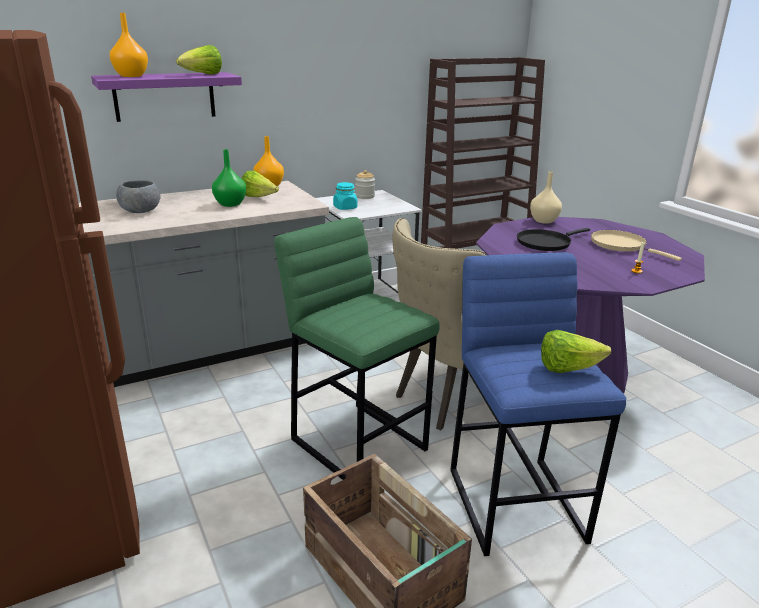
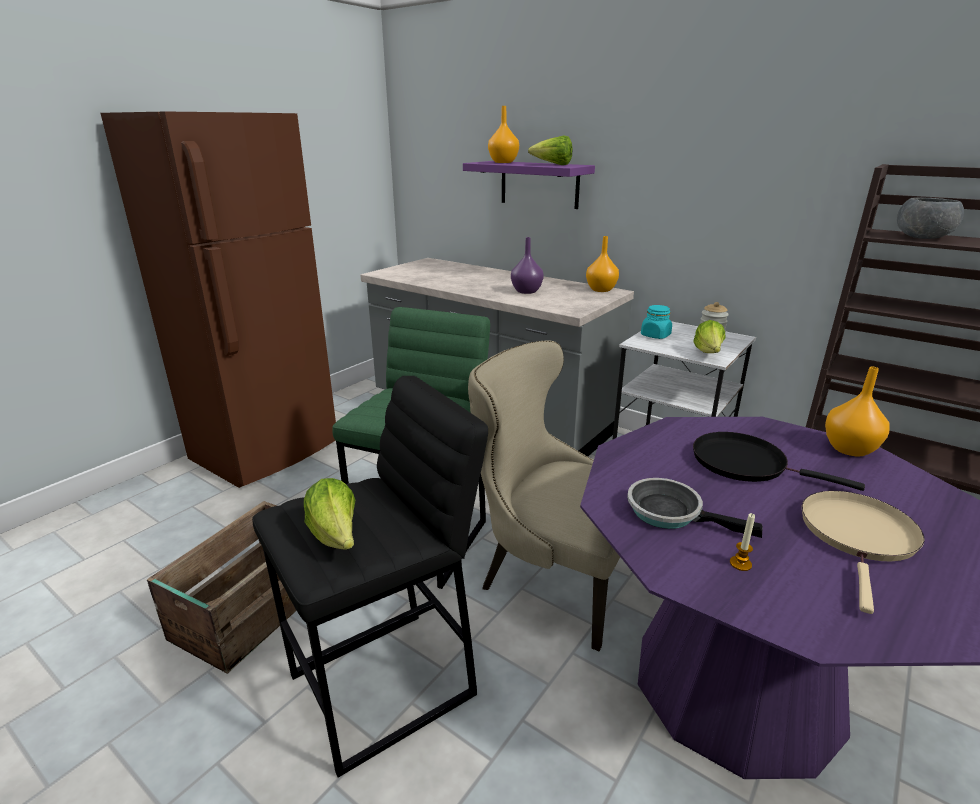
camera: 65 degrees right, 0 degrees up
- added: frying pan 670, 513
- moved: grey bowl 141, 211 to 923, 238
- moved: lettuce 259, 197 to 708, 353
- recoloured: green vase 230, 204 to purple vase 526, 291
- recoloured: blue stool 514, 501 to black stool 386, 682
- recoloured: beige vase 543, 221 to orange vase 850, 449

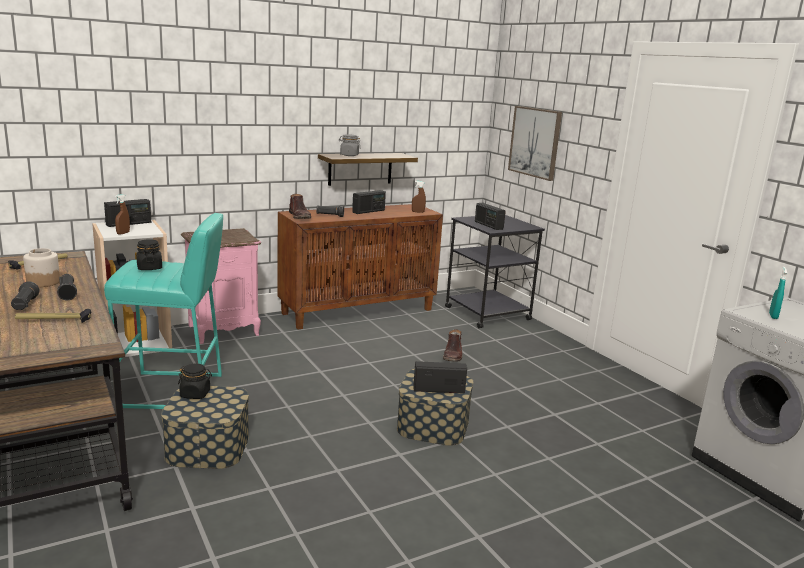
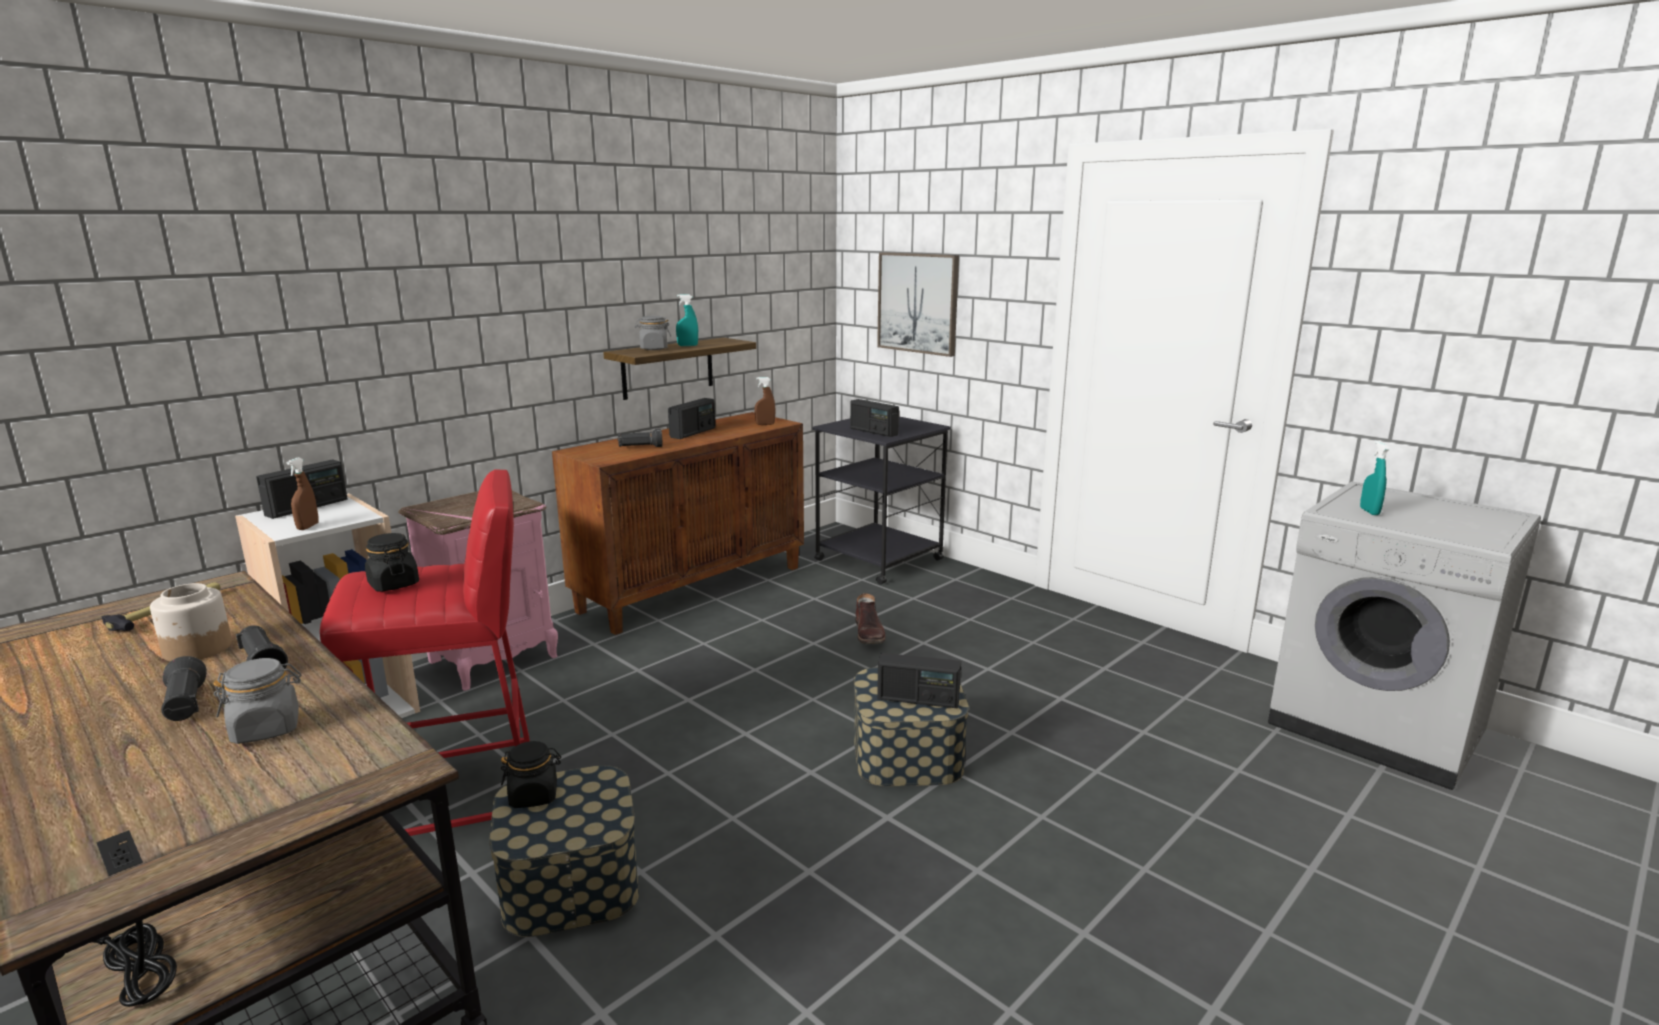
camera: 15 degrees left, 0 degrees up
- removed: brown boot 300, 216
- added: turquoise spray bottle 687, 346
- replaced: hammer 53, 320 to grey jar 267, 729
- recoloured: turquoise stool 174, 391 to red stool 459, 787
- turned: radio 438, 389 = 918, 700 150 degrees counterclockwise

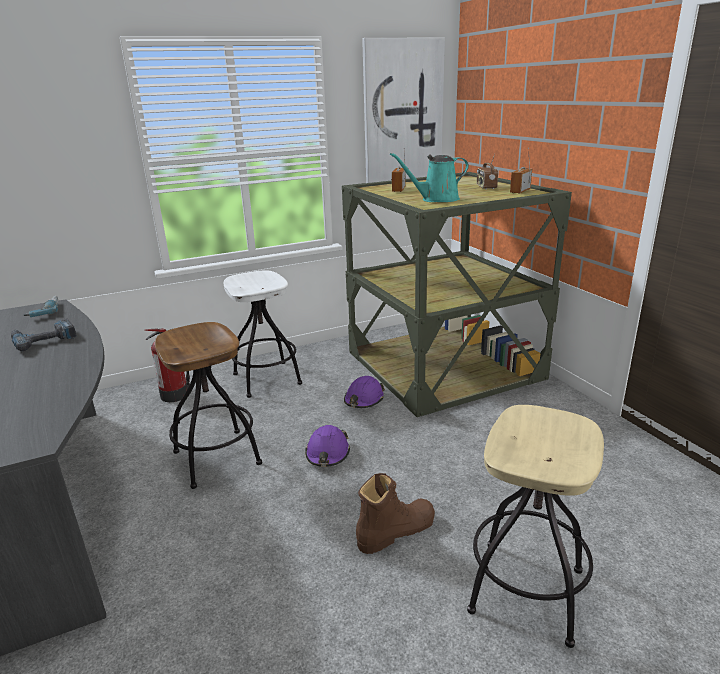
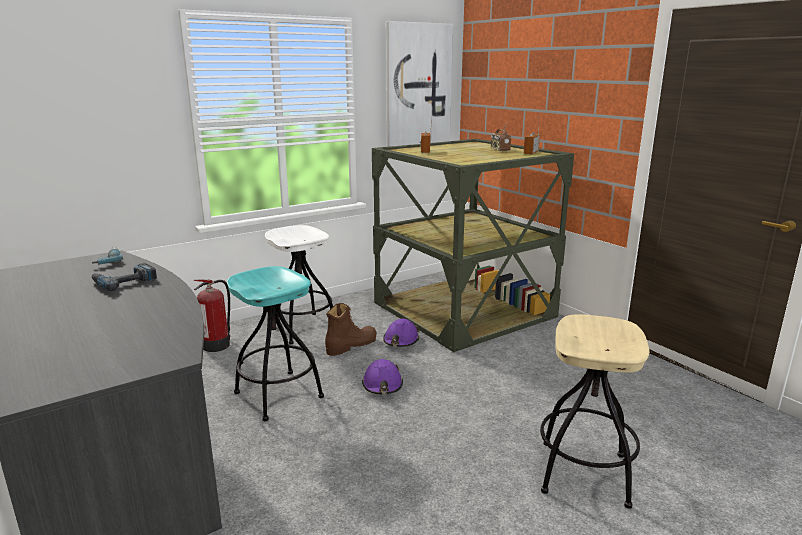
camera: 10 degrees left, 5 degrees down
- removed: turquoise watering can 436, 199
- moved: brown boot 395, 531 to 351, 345
- recoloured: brown stool 217, 457 to turquoise stool 279, 395

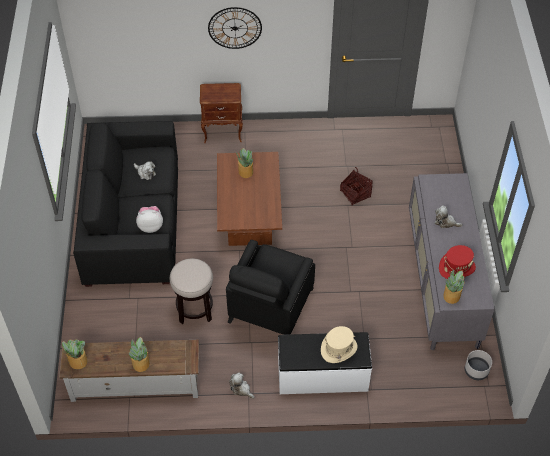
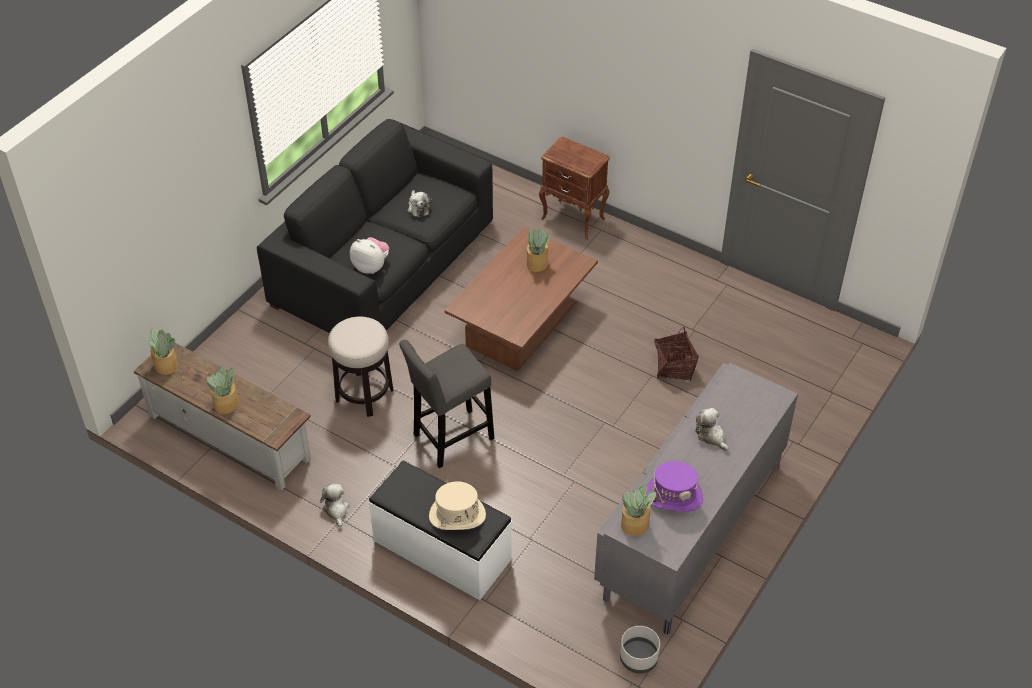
camera: 35 degrees right, 5 degrees down
- removed: wall clock 235, 28
- replaced: black armchair 269, 307 to grey stool 450, 439
- recoloured: red hat 456, 267 to purple hat 673, 496

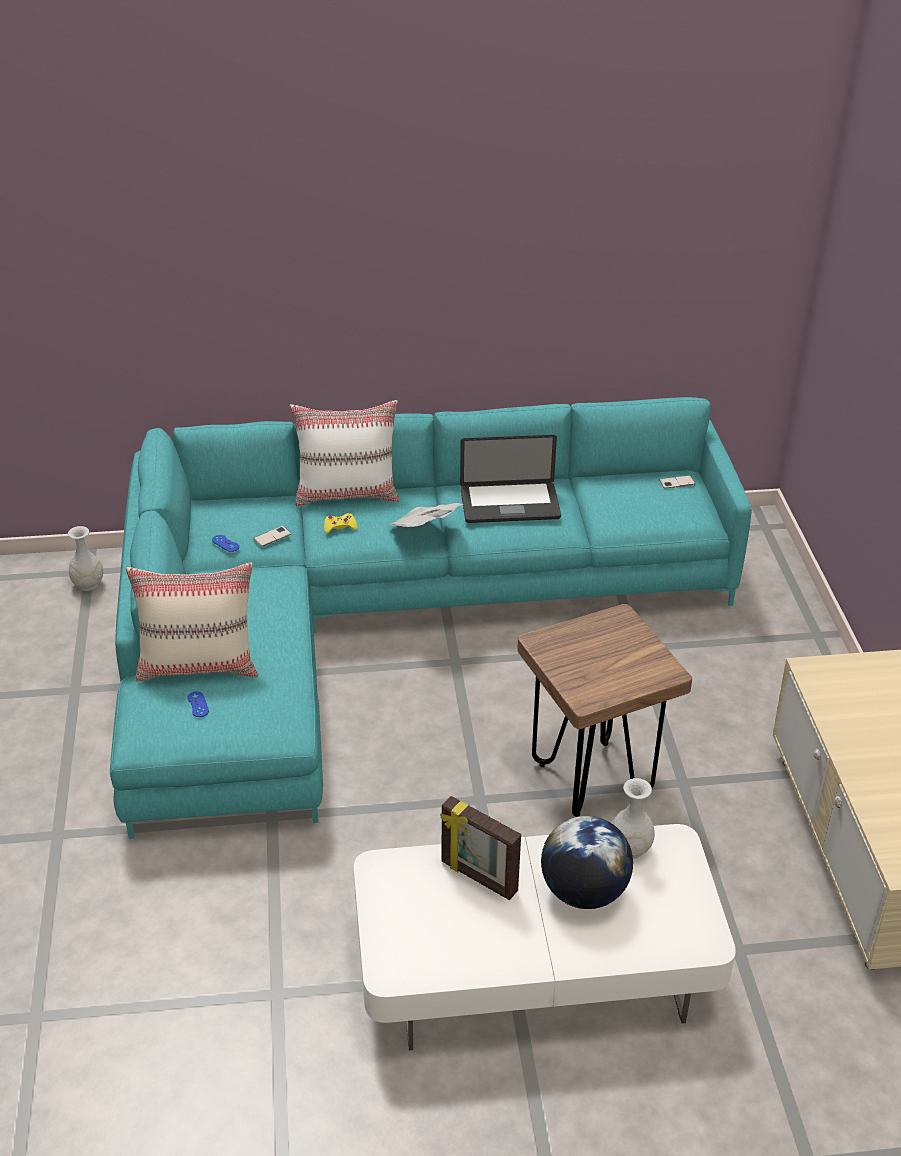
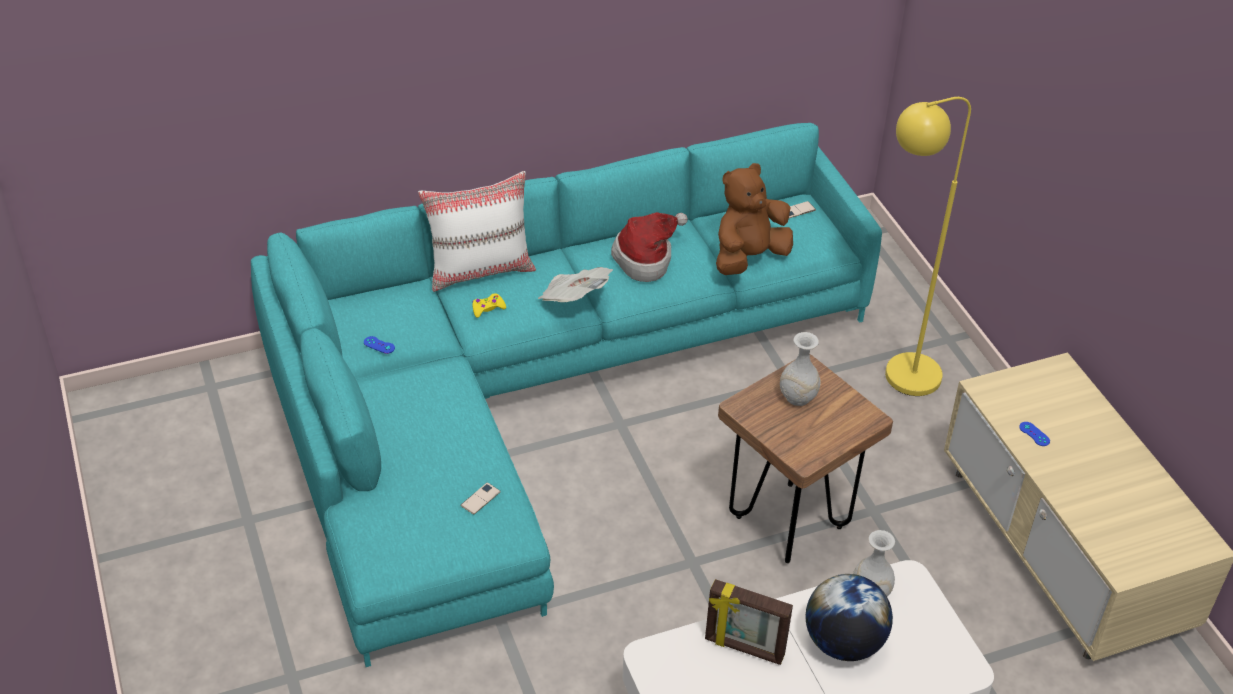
camera: 15 degrees left, 5 degrees up
- removed: beige pillow 199, 665
- added: brown plush toy 748, 258
- added: yellow floor lamp 898, 382
- moved: white vase 88, 584 to 797, 397
- moved: blue game controller 198, 704 to 1034, 434
- moved: phone 272, 536 to 480, 499
- replaced: laptop 510, 504 to hat 646, 258

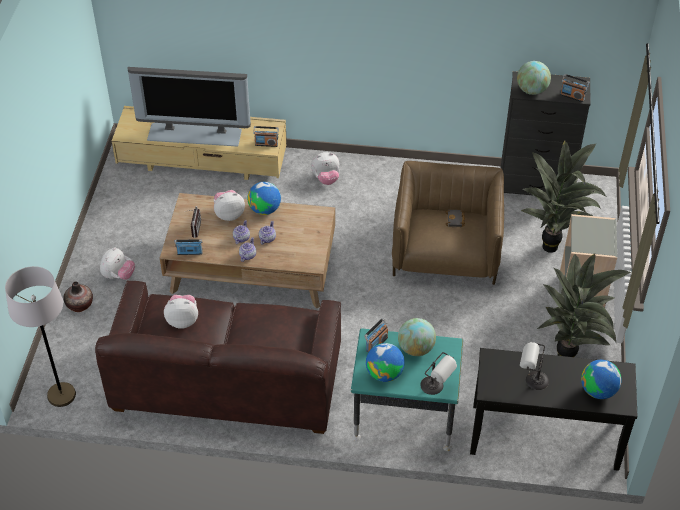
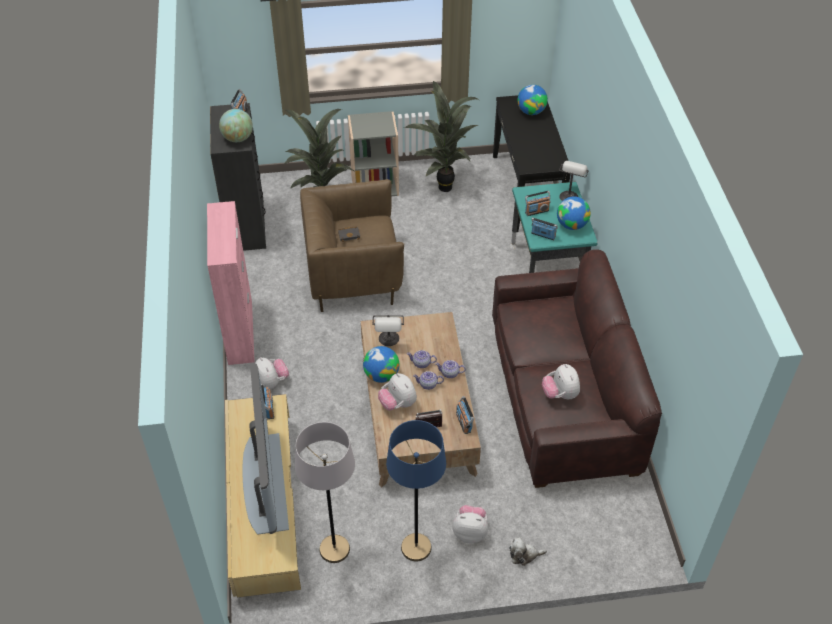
camera: 105 degrees left, 0 degrees up
- added: pink cabinet 240, 331
- added: blue floor lamp 416, 548
- moved: grey floor lamp 61, 395 to 334, 549
- moved: table lamp 532, 380 to 389, 341
- replaced: vase 80, 305 to plush toy 524, 555
- replaced: globe 416, 348 to radio 536, 211

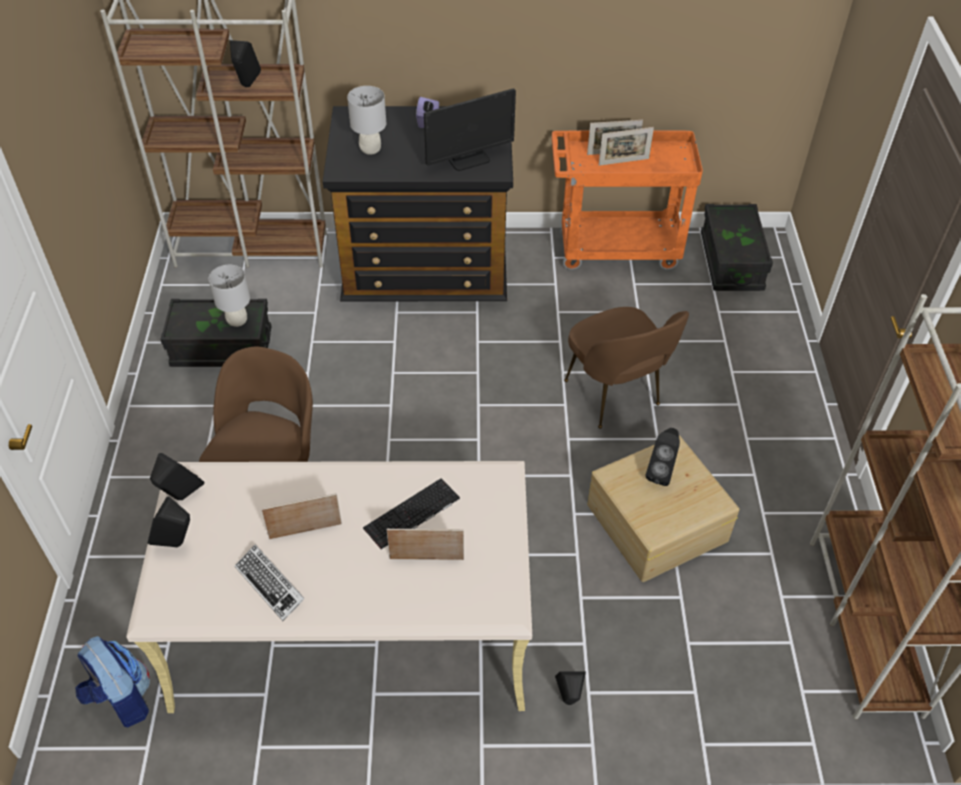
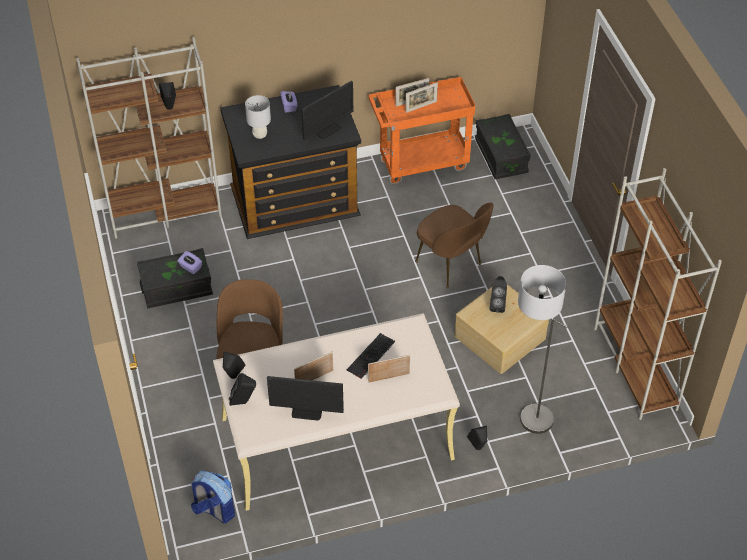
camera: 15 degrees left, 0 degrees up
- added: grey floor lamp 528, 414
- replaced: grey table lamp 238, 321 to purple tissue box 190, 267
- replaced: keyboard 270, 585 to monitor 307, 411

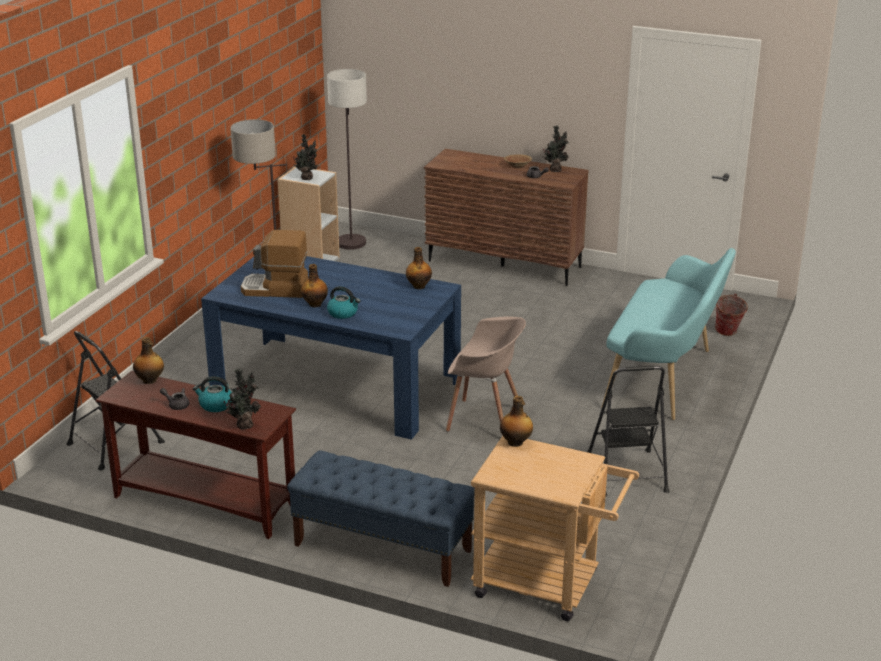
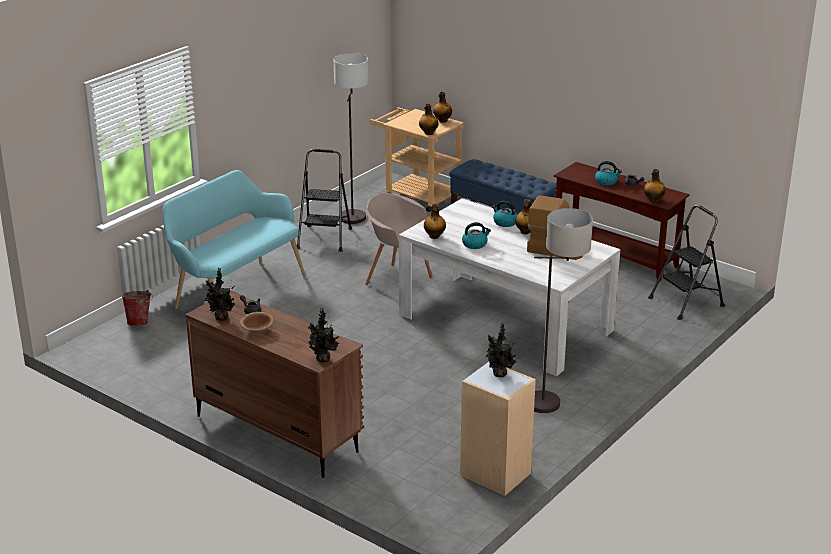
camera: 165 degrees left, 0 degrees up
- added: bottle 442, 120
- added: kettle 475, 244
- moved: potted plant 244, 424 to 323, 360
- moved: white floor lamp 352, 247 to 353, 214
- recoloured: blue dining table 337, 385 to white dining table 505, 322

